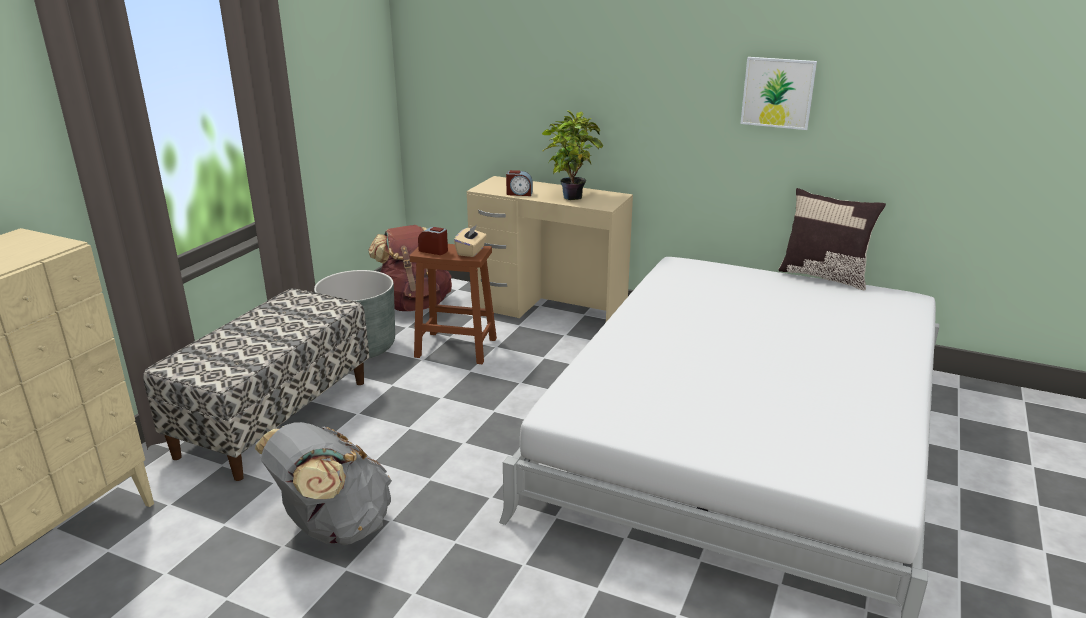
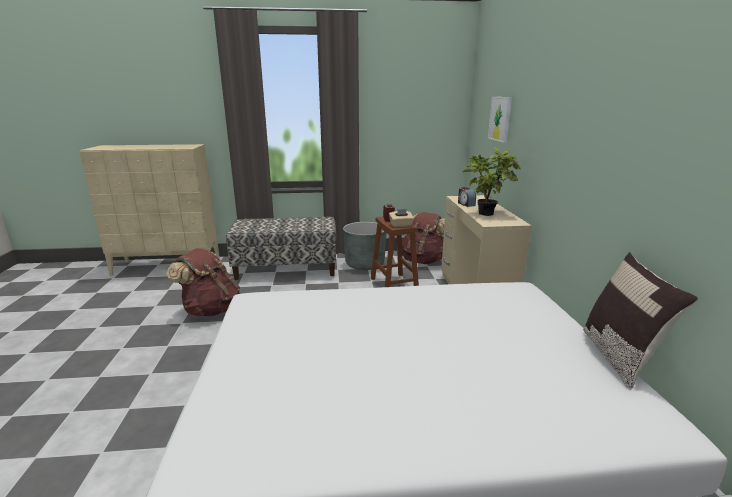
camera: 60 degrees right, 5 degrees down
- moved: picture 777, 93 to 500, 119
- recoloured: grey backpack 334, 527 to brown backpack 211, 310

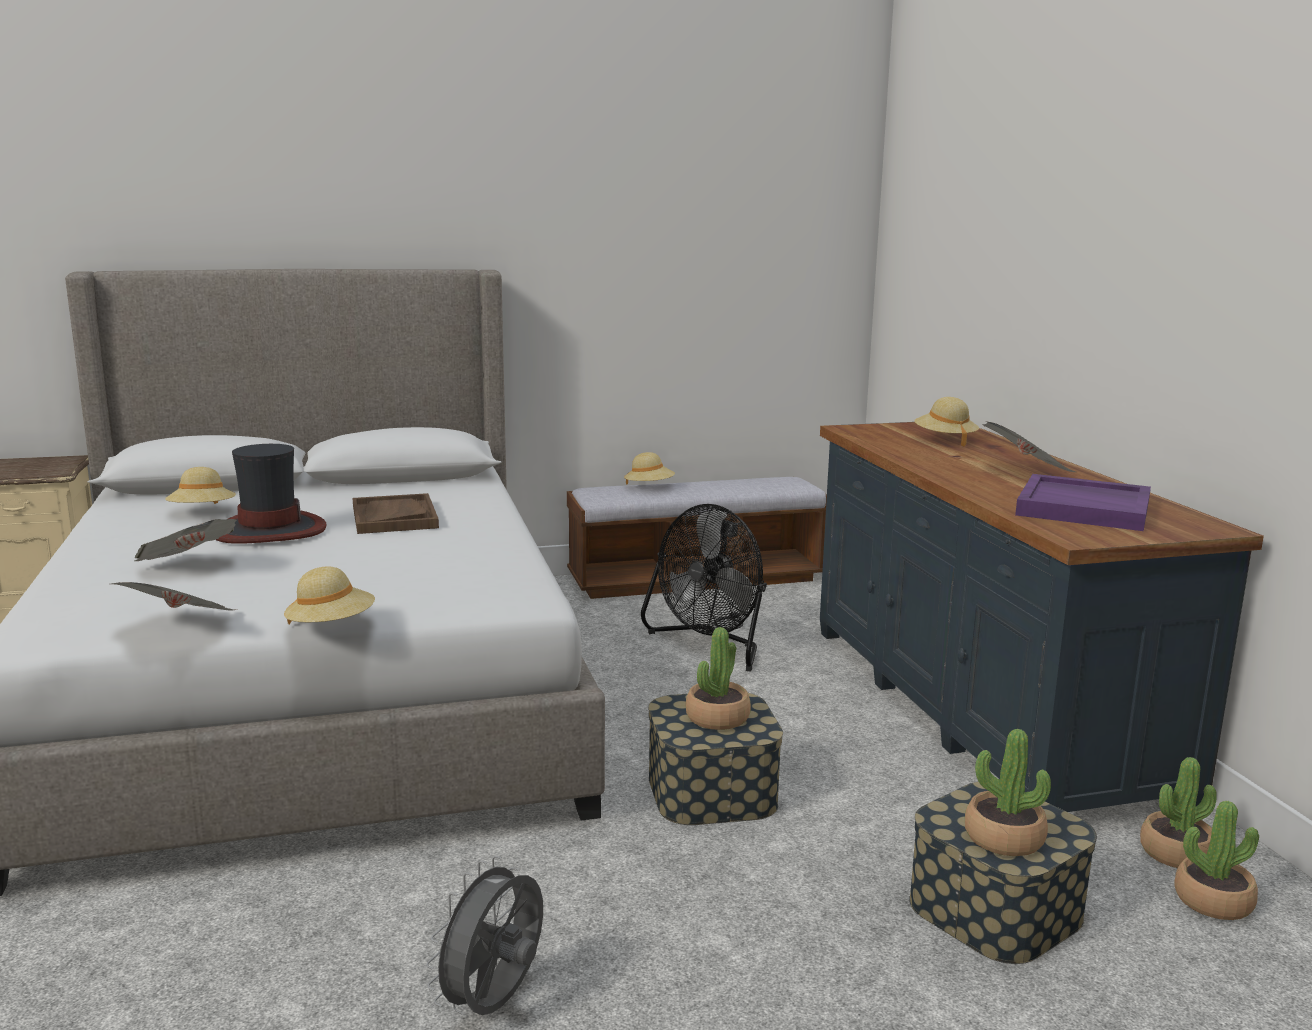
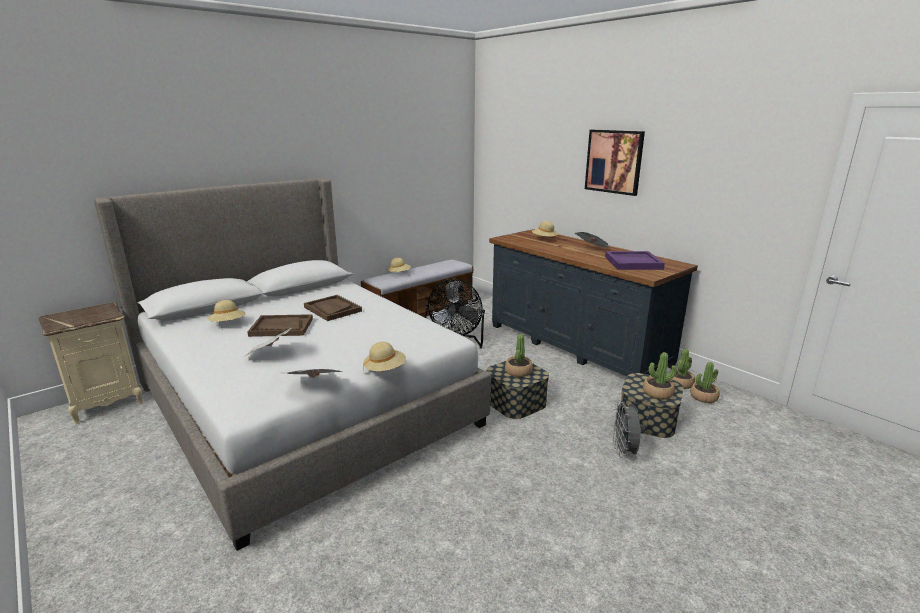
camera: 25 degrees left, 5 degrees up
- added: picture 614, 161
- moved: grey fan 495, 1004 to 624, 452
- replaced: hat 269, 530 to brown tray 281, 327

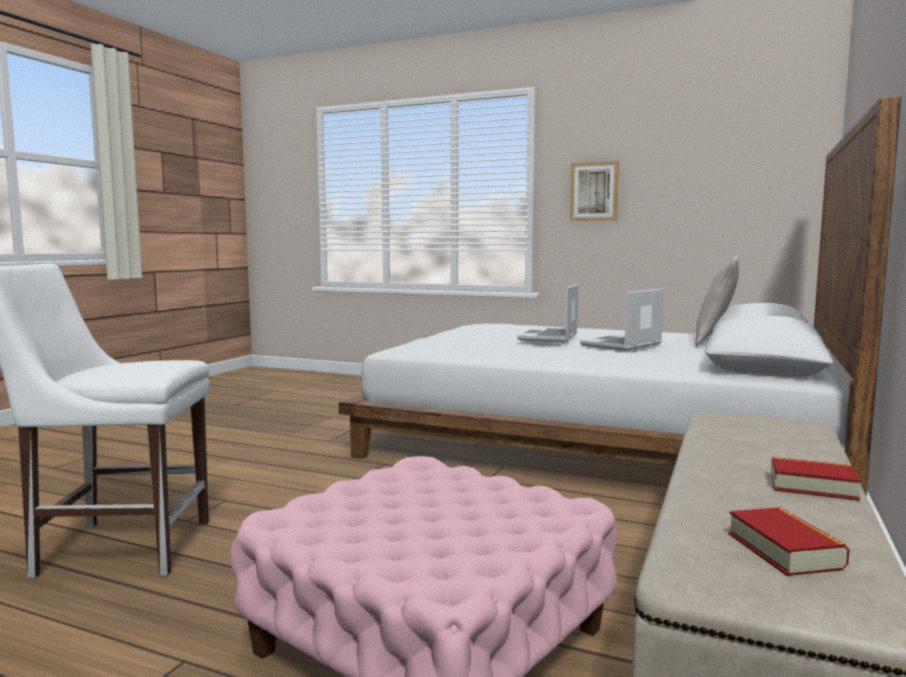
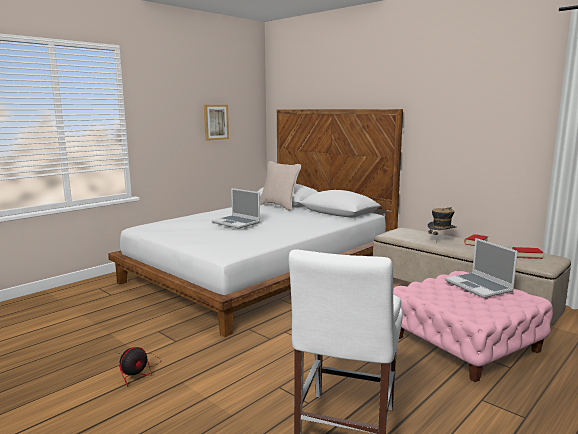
camera: 70 degrees left, 5 degrees up
- added: fan 137, 371
- added: hat 440, 241
- moved: picture 594, 191 to 215, 122
- moved: laptop 622, 345 to 479, 286

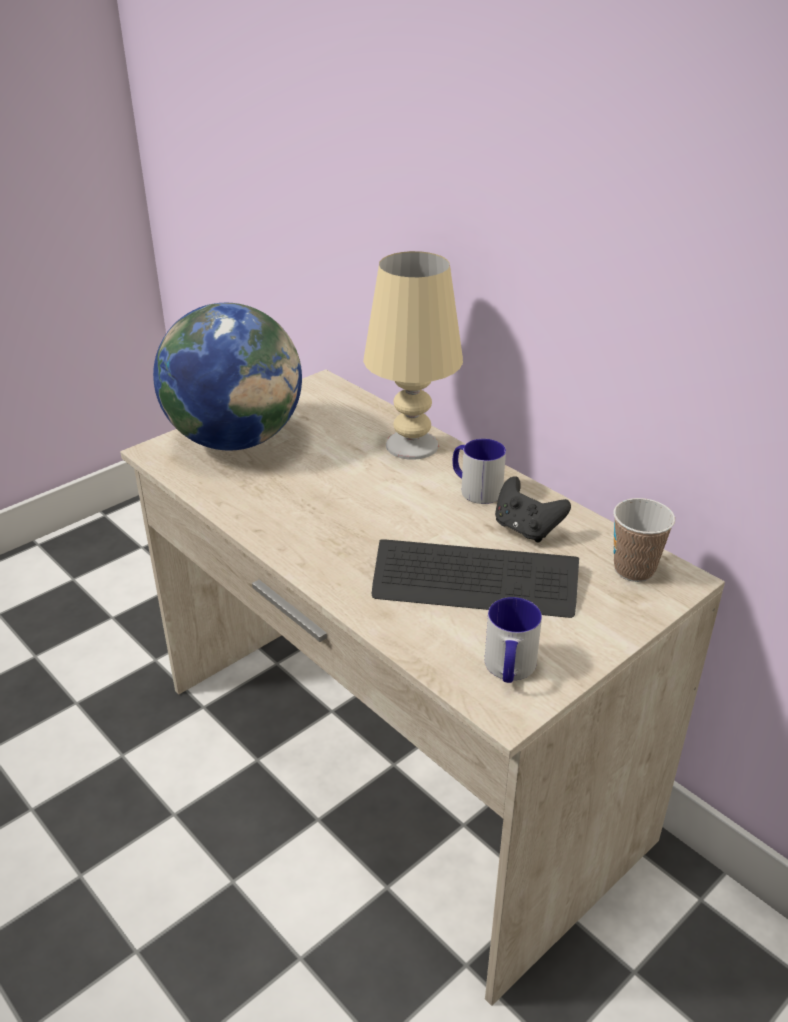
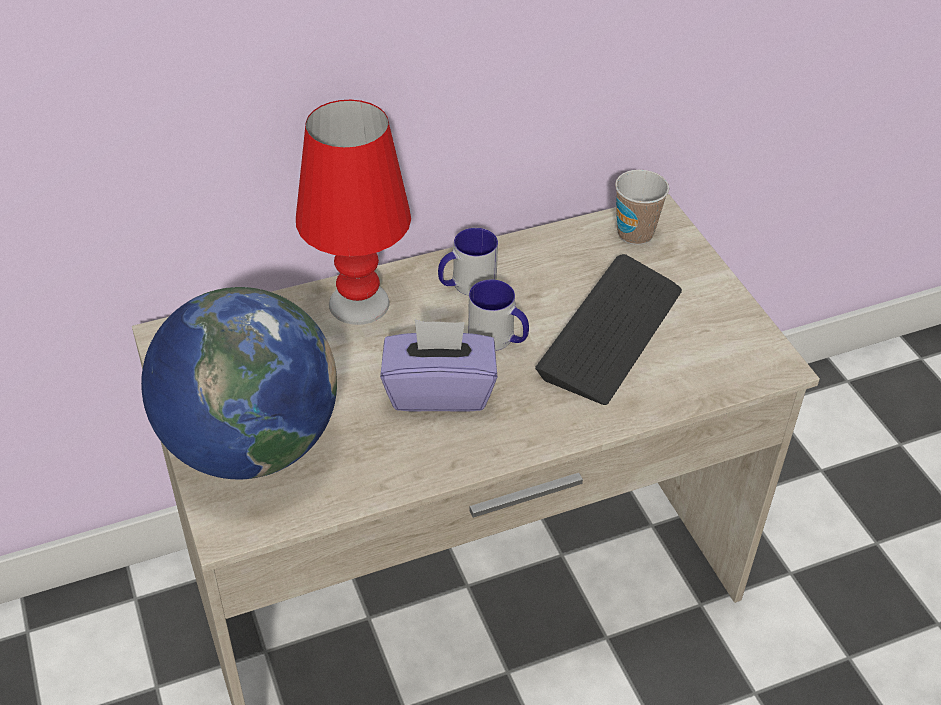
camera: 70 degrees left, 10 degrees up
- removed: black game controller 526, 529
- added: purple tissue box 439, 391
- moved: mug 509, 669 to 498, 339
- recoloured: beige table lamp 411, 445 to red table lamp 359, 304

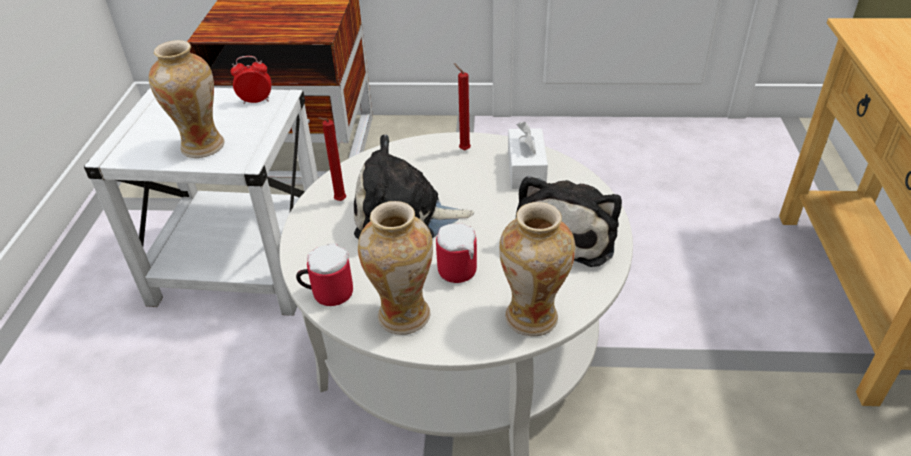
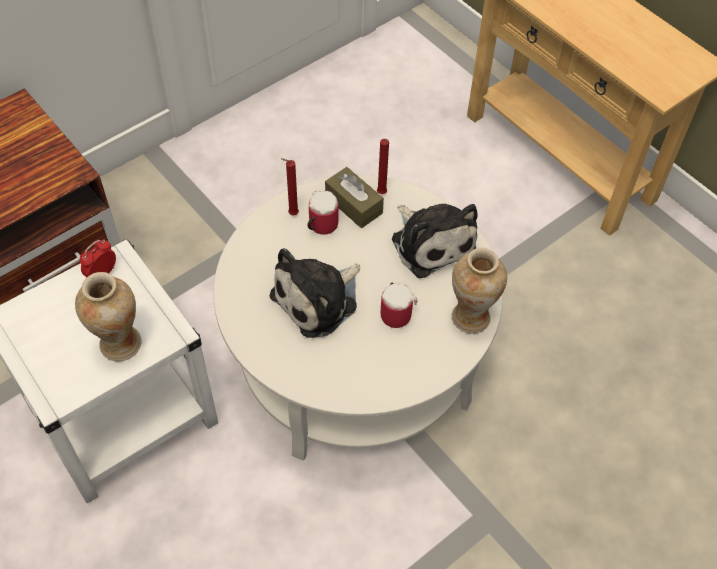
camera: 45 degrees left, 15 degrees up
- removed: vase 403, 315
- moved: mug 327, 292 to 320, 226
- moved: red candle 339, 202 to 381, 194
- recoloured: white tissue box 526, 169 to brown tissue box 353, 205

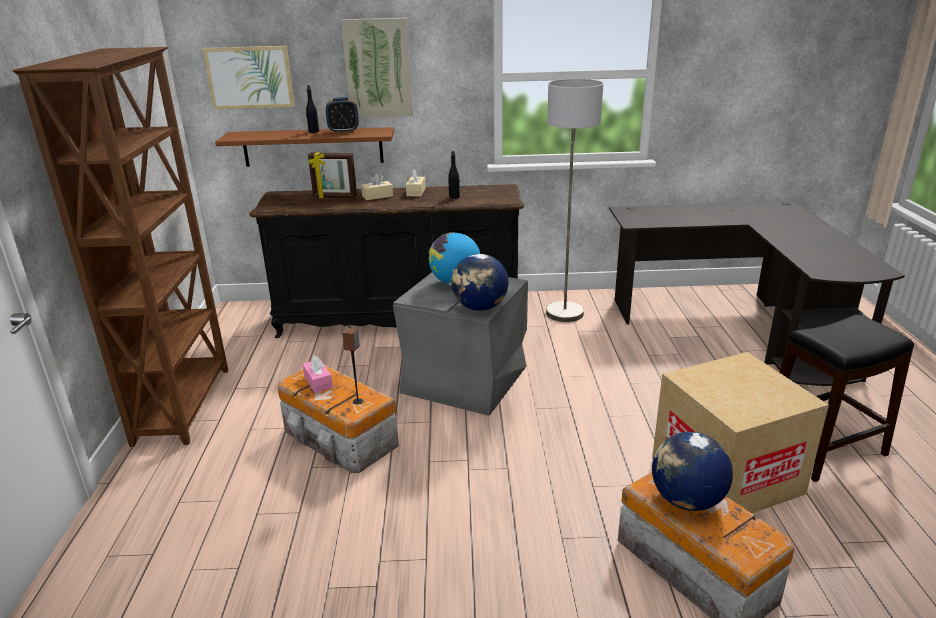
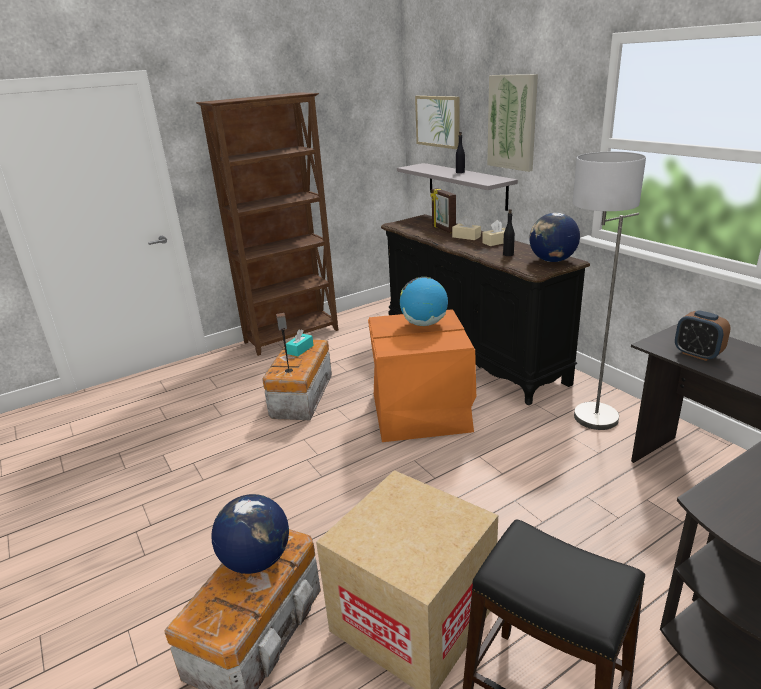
camera: 60 degrees right, 0 degrees up
- moved: alarm clock 343, 131 to 697, 354
- moved: globe 480, 308 to 552, 260
- recoloured: brown shelf 313, 147 to grey shelf 466, 185
- recoloured: pink tissue box 318, 382 to turquoise tissue box 300, 349
- recoloured: grey storage box 467, 379 to orange storage box 422, 412

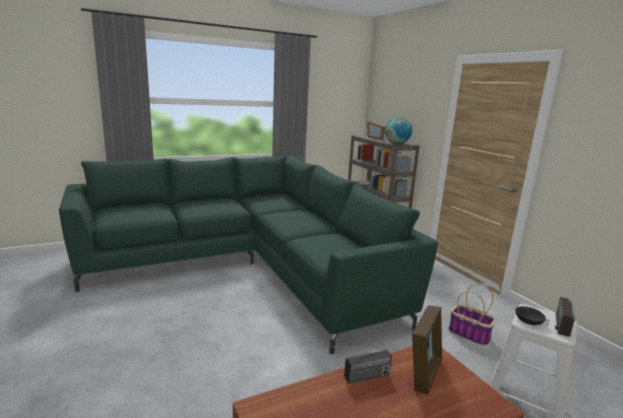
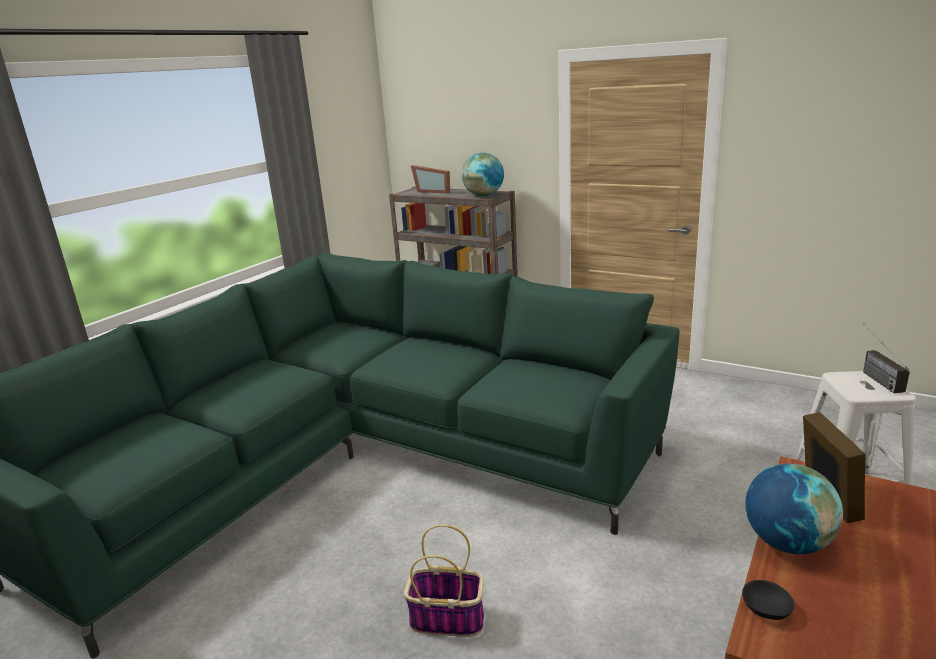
camera: 30 degrees left, 5 degrees up
- moved: basket 470, 335 to 448, 618
- moved: black bowl 529, 321 to 768, 609
- replaced: radio 356, 379 to globe 787, 543

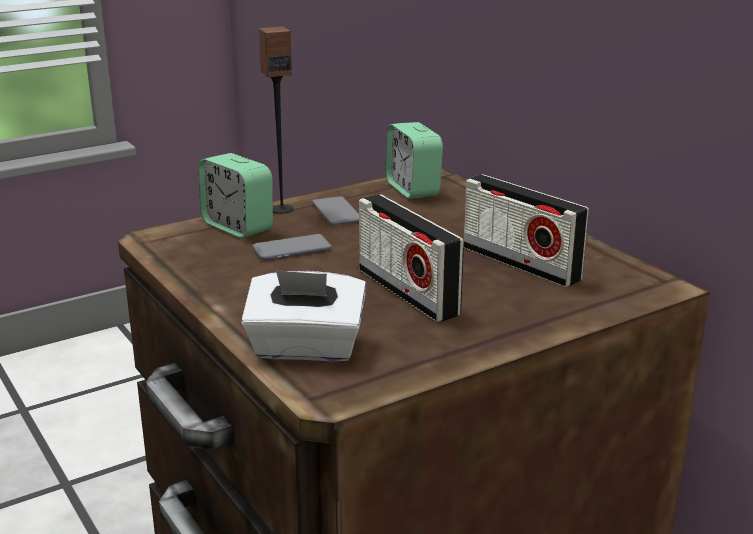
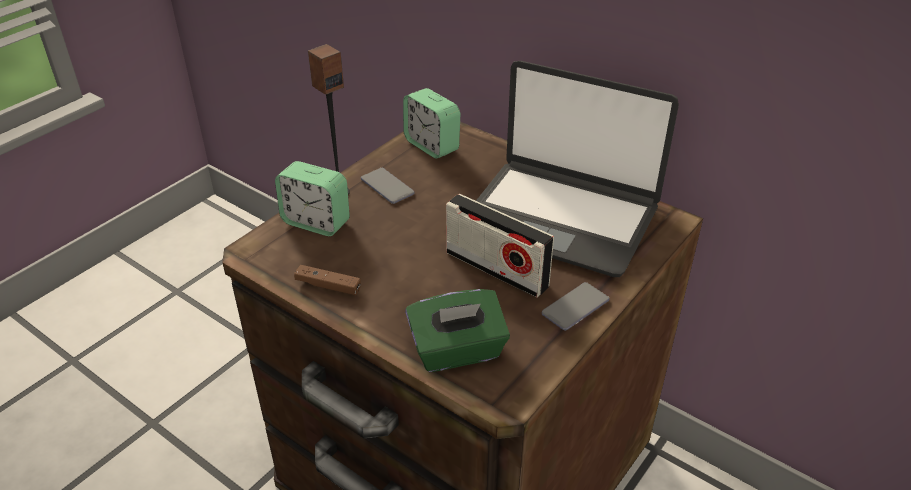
camera: 20 degrees left, 15 degrees up
- added: brown game controller 328, 286
- moved: phone 292, 249 to 575, 307
- replaced: radio 520, 263 to laptop 561, 217
- recoloured: white tissue box 306, 348 to green tissue box 457, 351

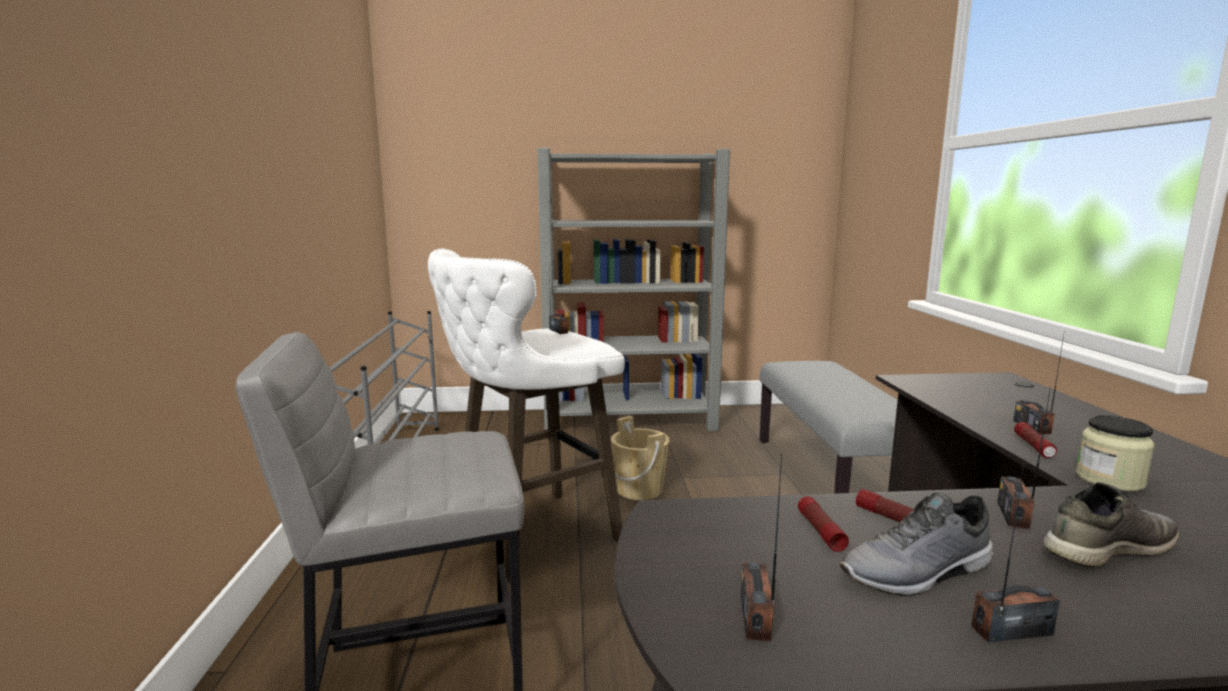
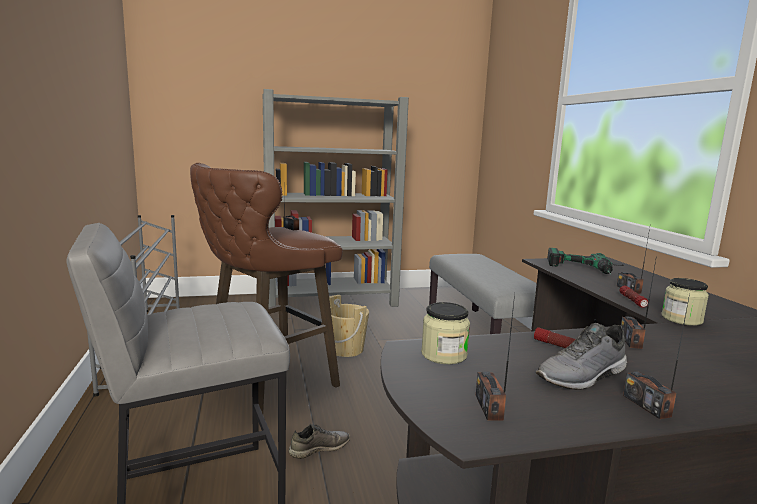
camera: 10 degrees left, 0 degrees up
- removed: flashlight 820, 531
- added: jar 444, 355
- added: power drill 580, 269
- moved: grey shoe 1106, 548 to 319, 448
- recoloured: white stool 530, 536 to brown stool 267, 386
- turned: radio 1012, 631 = 647, 405 90 degrees counterclockwise

